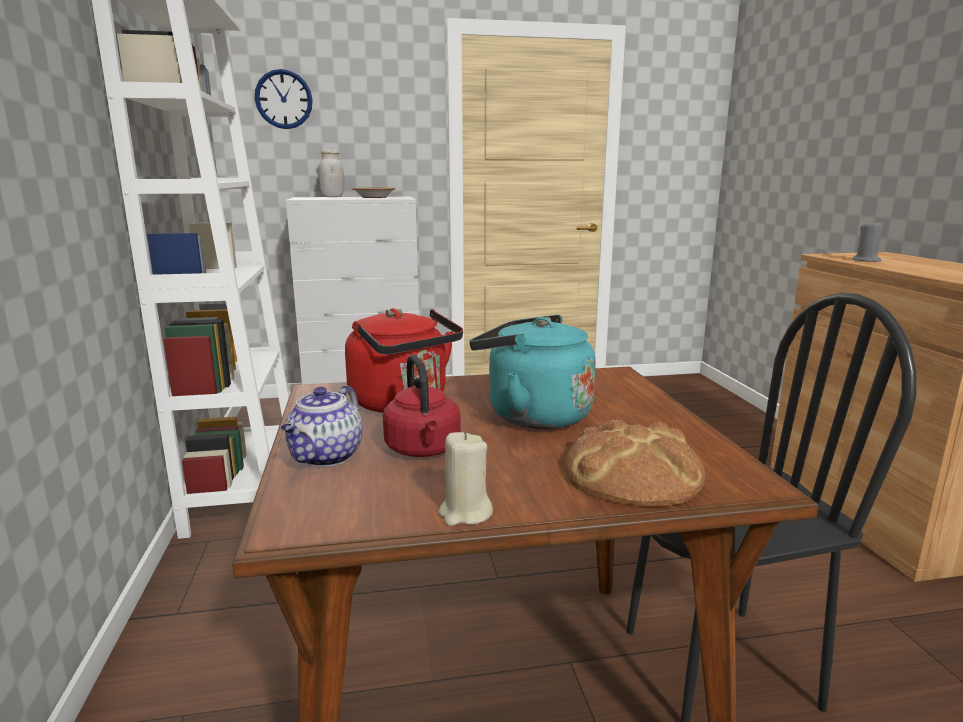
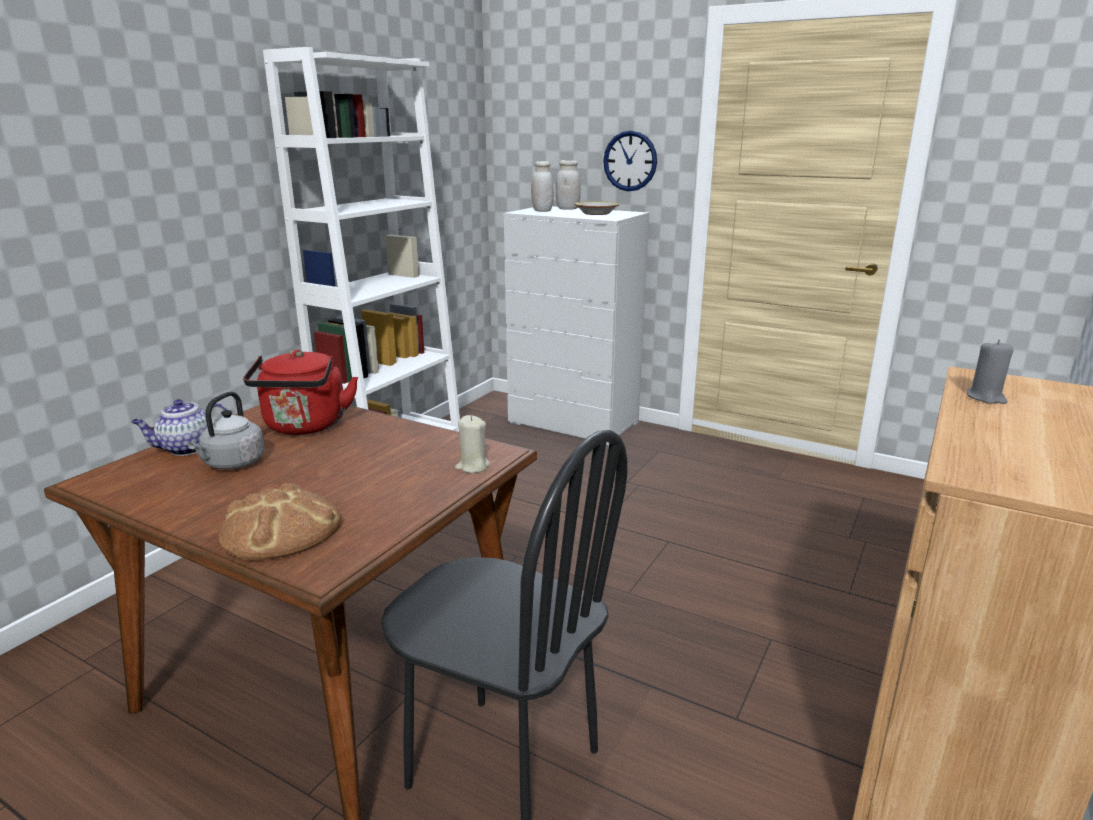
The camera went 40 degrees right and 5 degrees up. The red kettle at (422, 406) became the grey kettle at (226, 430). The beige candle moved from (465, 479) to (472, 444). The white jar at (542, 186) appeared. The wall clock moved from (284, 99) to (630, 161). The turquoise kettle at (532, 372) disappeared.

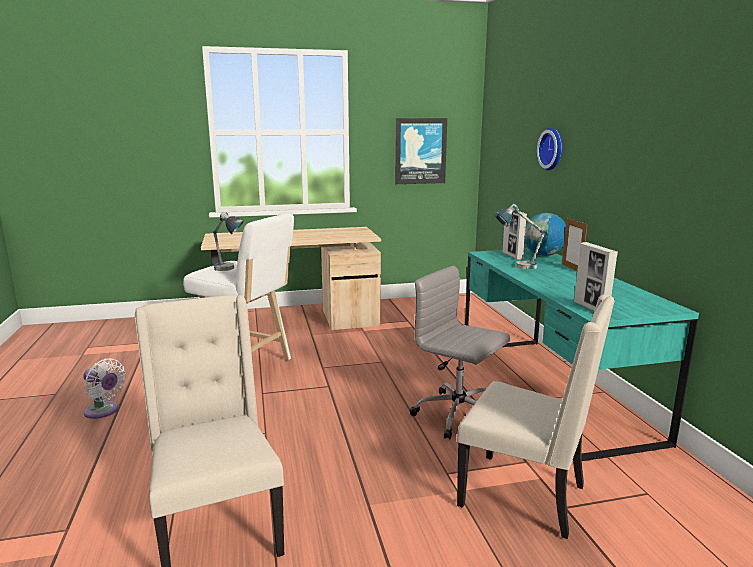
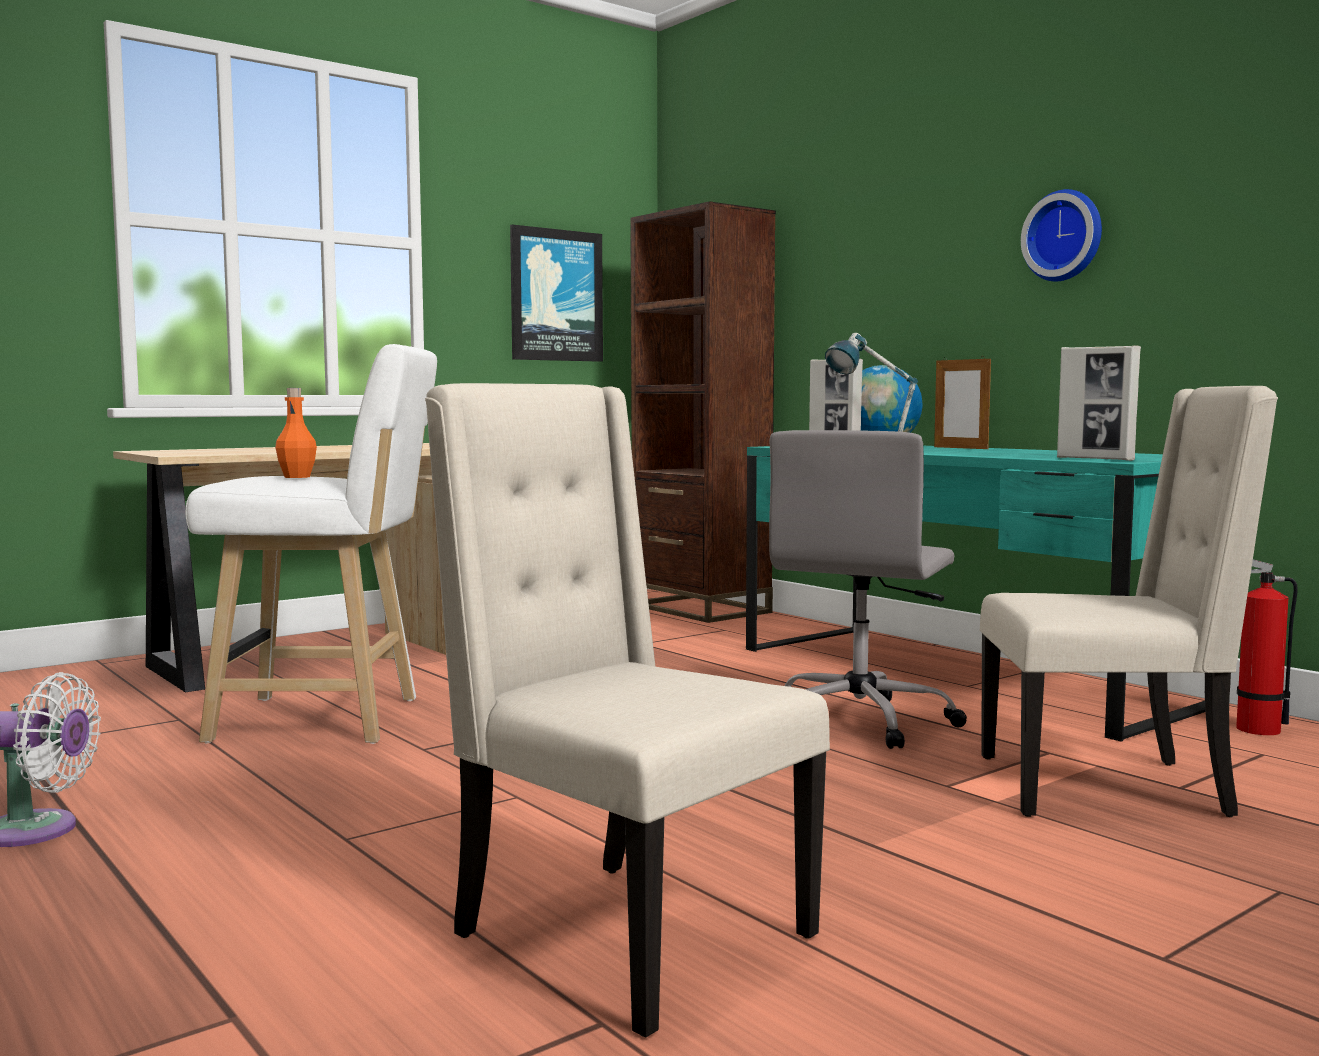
The camera went 25 degrees left and 10 degrees down. The table lamp at (228, 241) was replaced by the orange bottle at (296, 433). The brown bookcase at (703, 412) appeared. The grey office chair at (460, 352) turned 75 degrees counterclockwise. The wall clock moved from (550, 149) to (1061, 235). The fire extinguisher at (1267, 647) appeared.

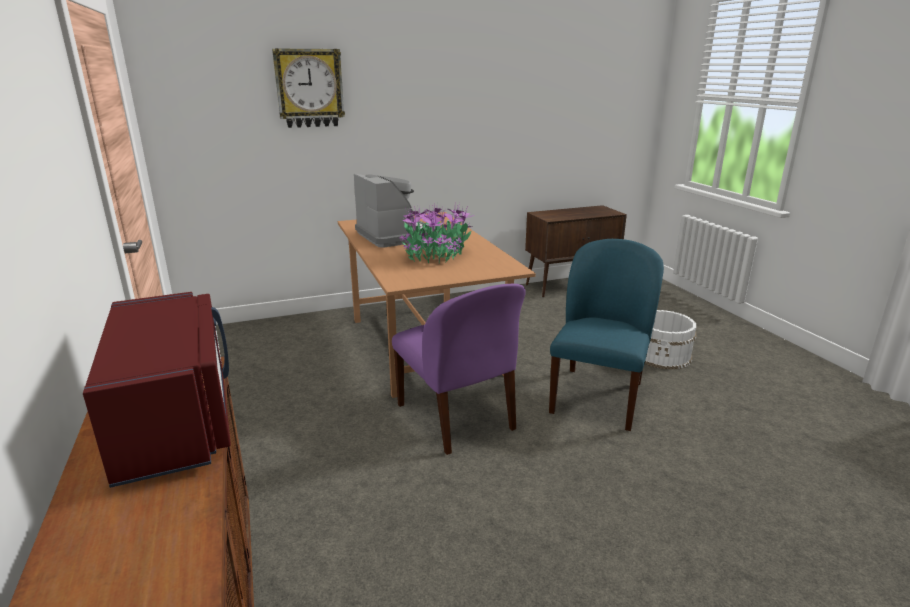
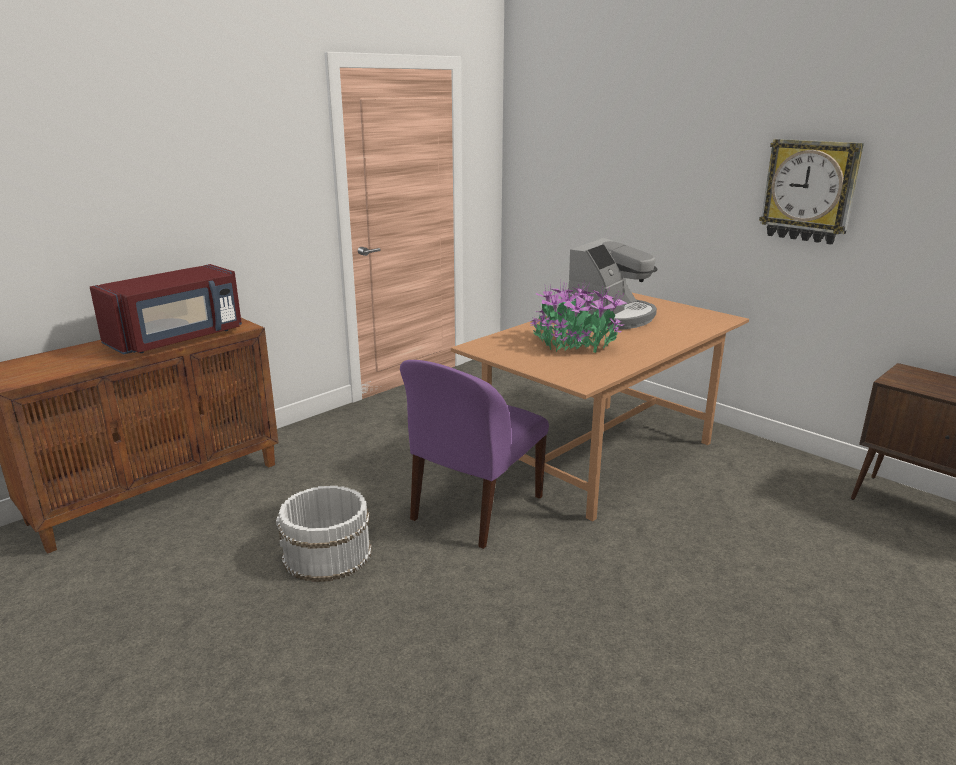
The camera went 65 degrees right and 0 degrees up. The white bucket moved from (670, 340) to (324, 534). The wall clock moved from (308, 88) to (811, 191). The blue chair at (606, 335) disappeared.

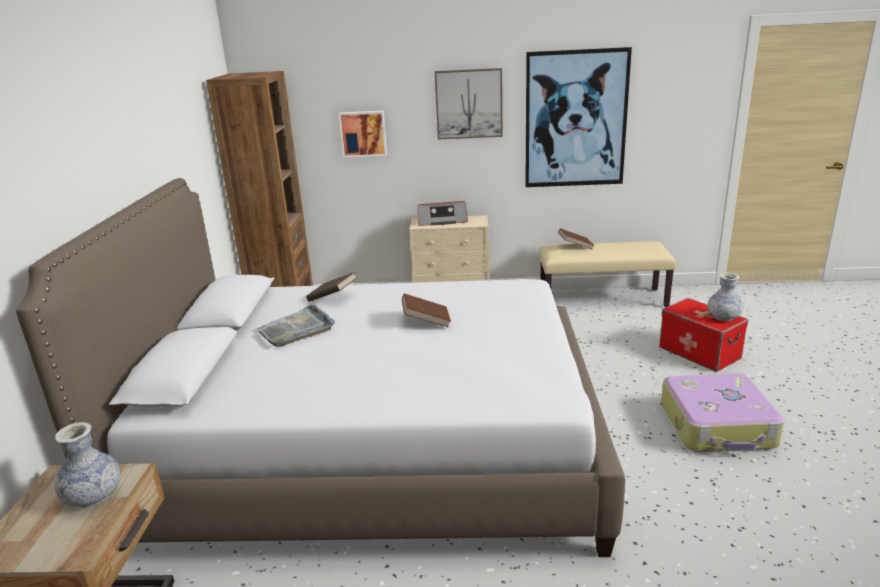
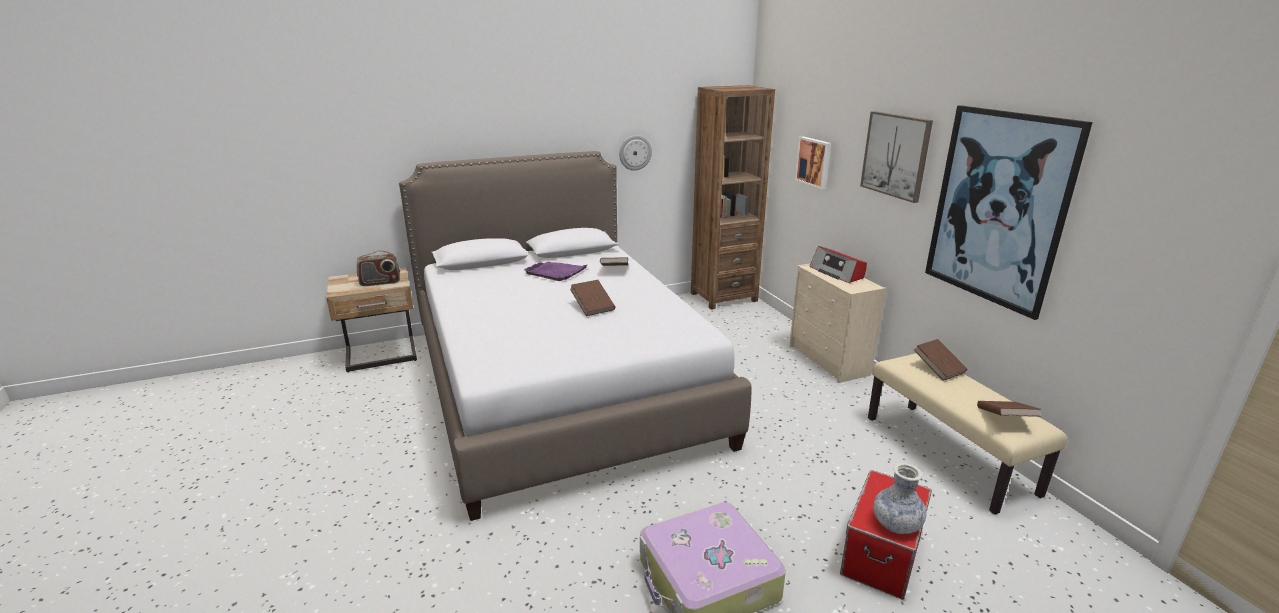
The camera went 65 degrees right and 0 degrees up. The vase at (87, 464) was replaced by the radio at (378, 268). The grey tray at (295, 325) became the purple tray at (555, 271). The wall clock at (635, 153) appeared. The brown book at (1009, 409) appeared.

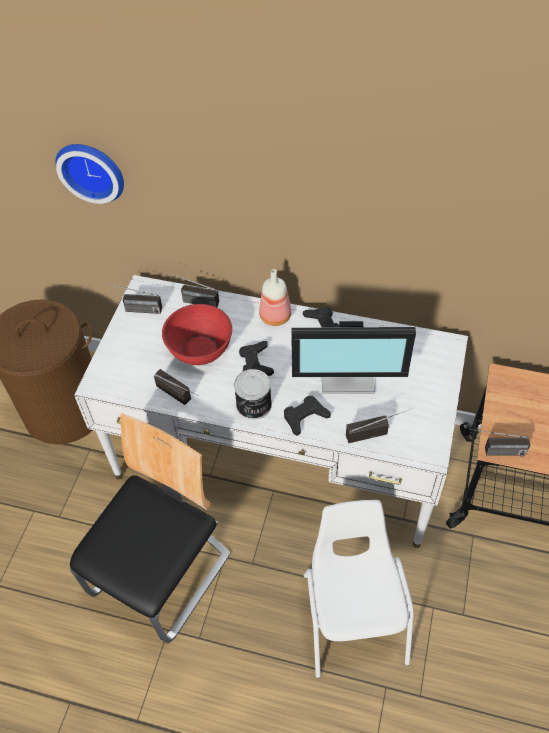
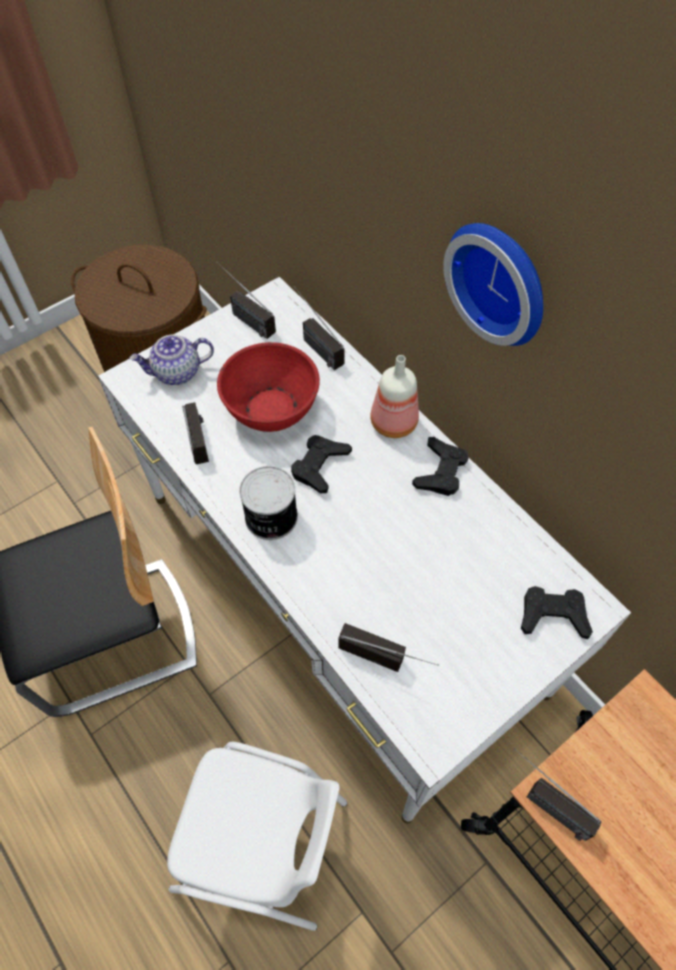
The camera went 35 degrees right and 5 degrees up. The teapot at (172, 360) appeared. The white chair at (358, 589) turned 75 degrees clockwise. The wall clock moved from (89, 174) to (493, 284). The black game controller moved from (307, 416) to (557, 612). The monitor at (353, 357) disappeared.

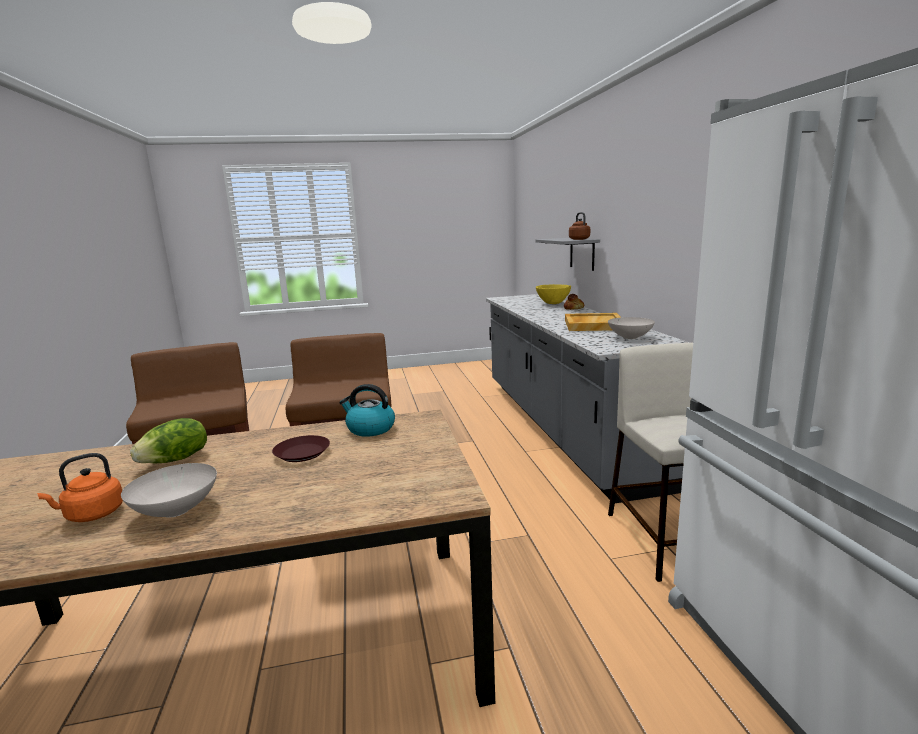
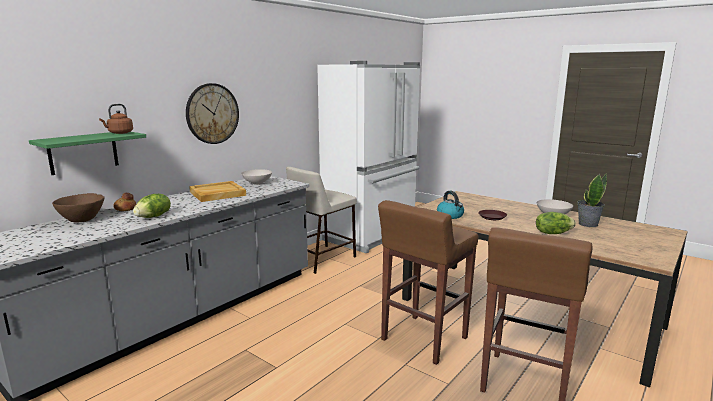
The camera went 130 degrees left and 0 degrees up. The grey shelf at (568, 254) became the green shelf at (87, 153). The yellow bowl at (553, 294) became the brown bowl at (78, 208). The lettuce at (152, 206) appeared. The wall clock at (212, 113) appeared. The orange kettle at (80, 487) was replaced by the potted plant at (592, 200).

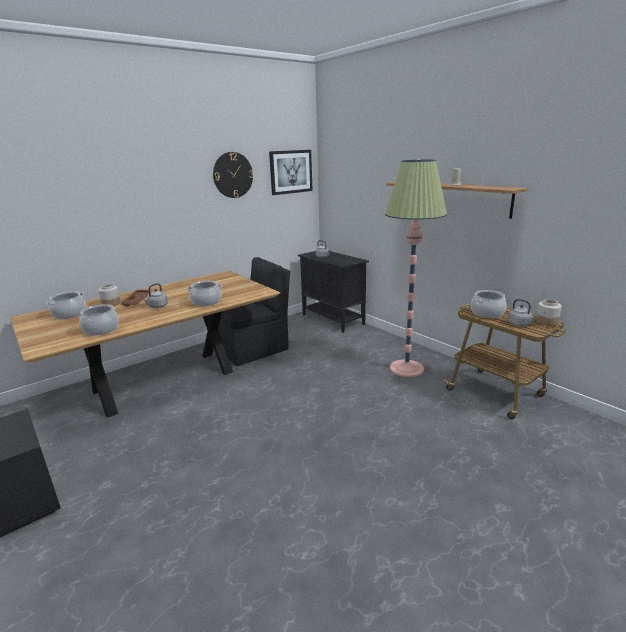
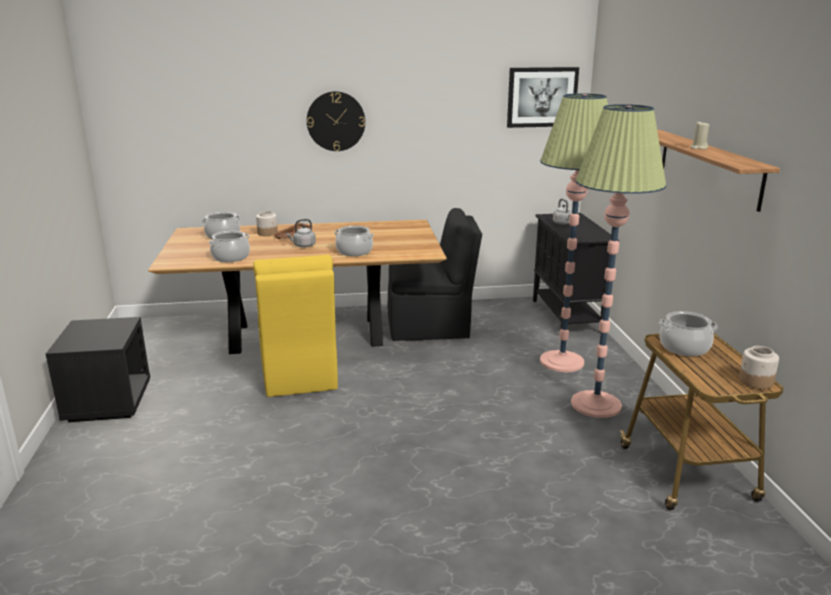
The camera went 30 degrees right and 0 degrees up. The yellow chair at (295, 326) appeared. The wall clock moved from (233, 175) to (336, 121). The floor lamp at (574, 232) appeared. The grey kettle at (523, 312) disappeared.

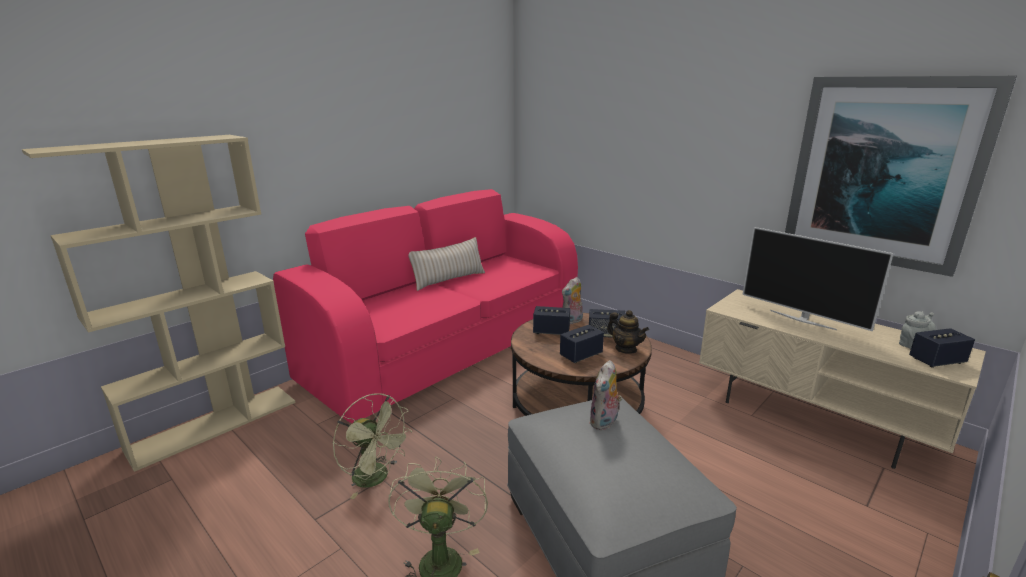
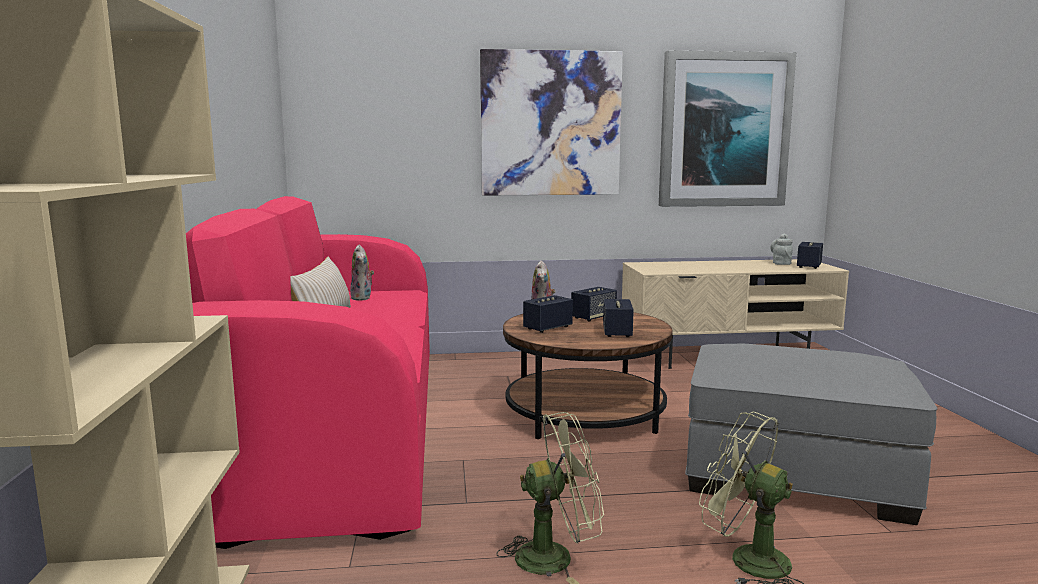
The camera went 50 degrees left and 10 degrees down. The plush toy moved from (605, 395) to (362, 273). The picture at (551, 122) appeared. The teapot at (628, 332) disappeared. The television at (818, 279) disappeared.

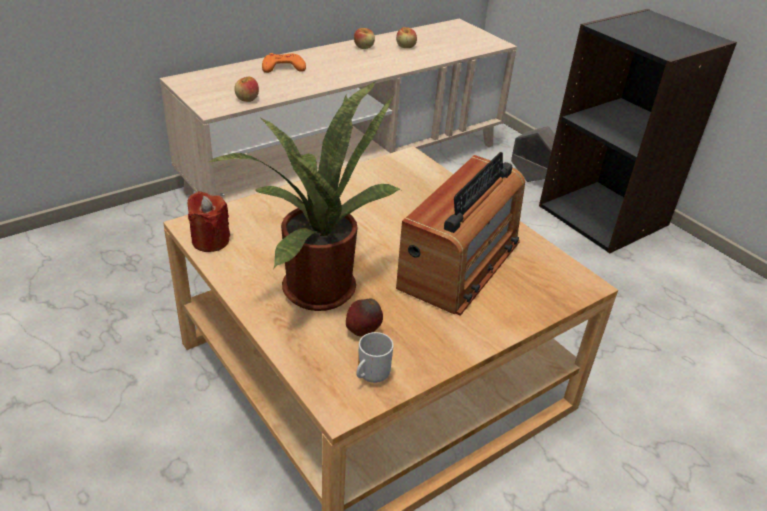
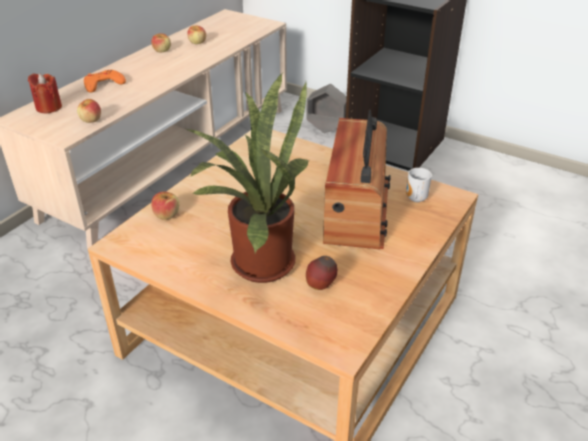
The camera went 20 degrees left and 0 degrees up. The red candle moved from (209, 221) to (45, 93). The apple at (165, 205) appeared. The mug moved from (374, 357) to (419, 185).

